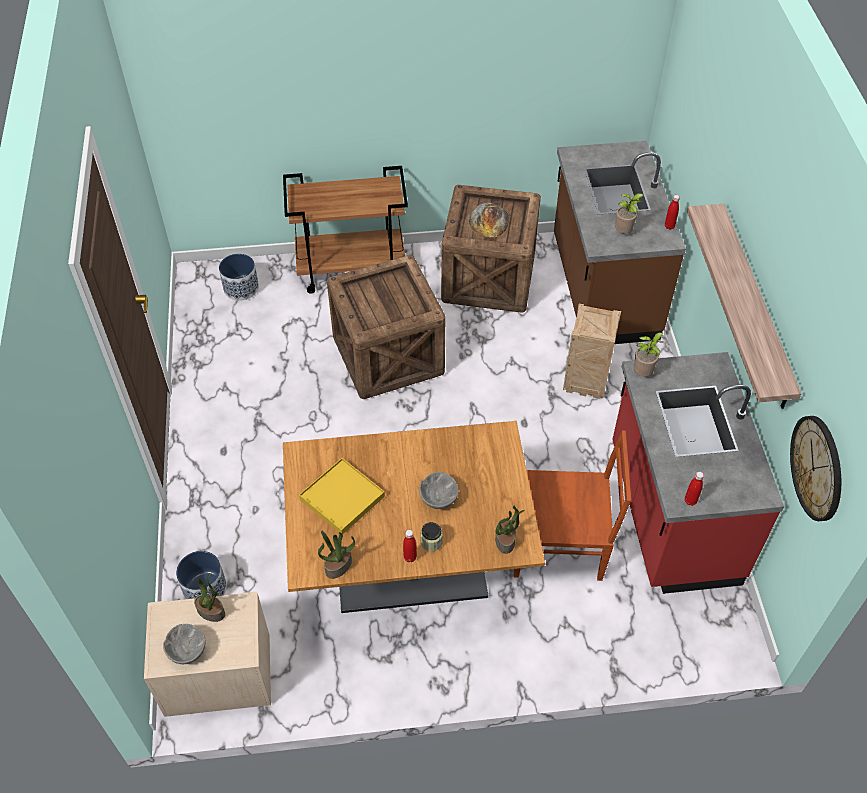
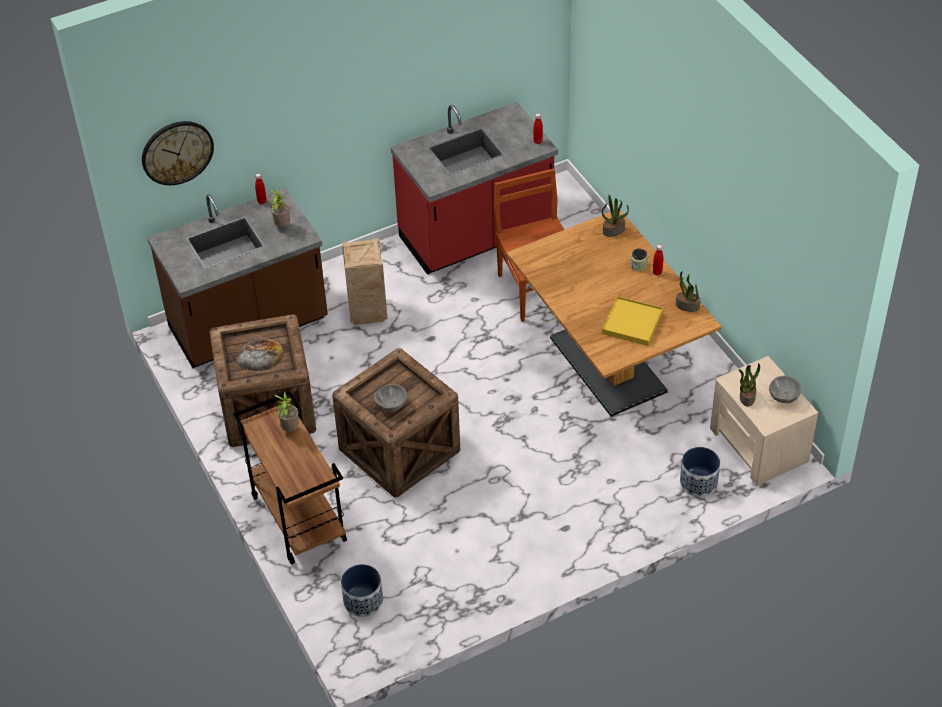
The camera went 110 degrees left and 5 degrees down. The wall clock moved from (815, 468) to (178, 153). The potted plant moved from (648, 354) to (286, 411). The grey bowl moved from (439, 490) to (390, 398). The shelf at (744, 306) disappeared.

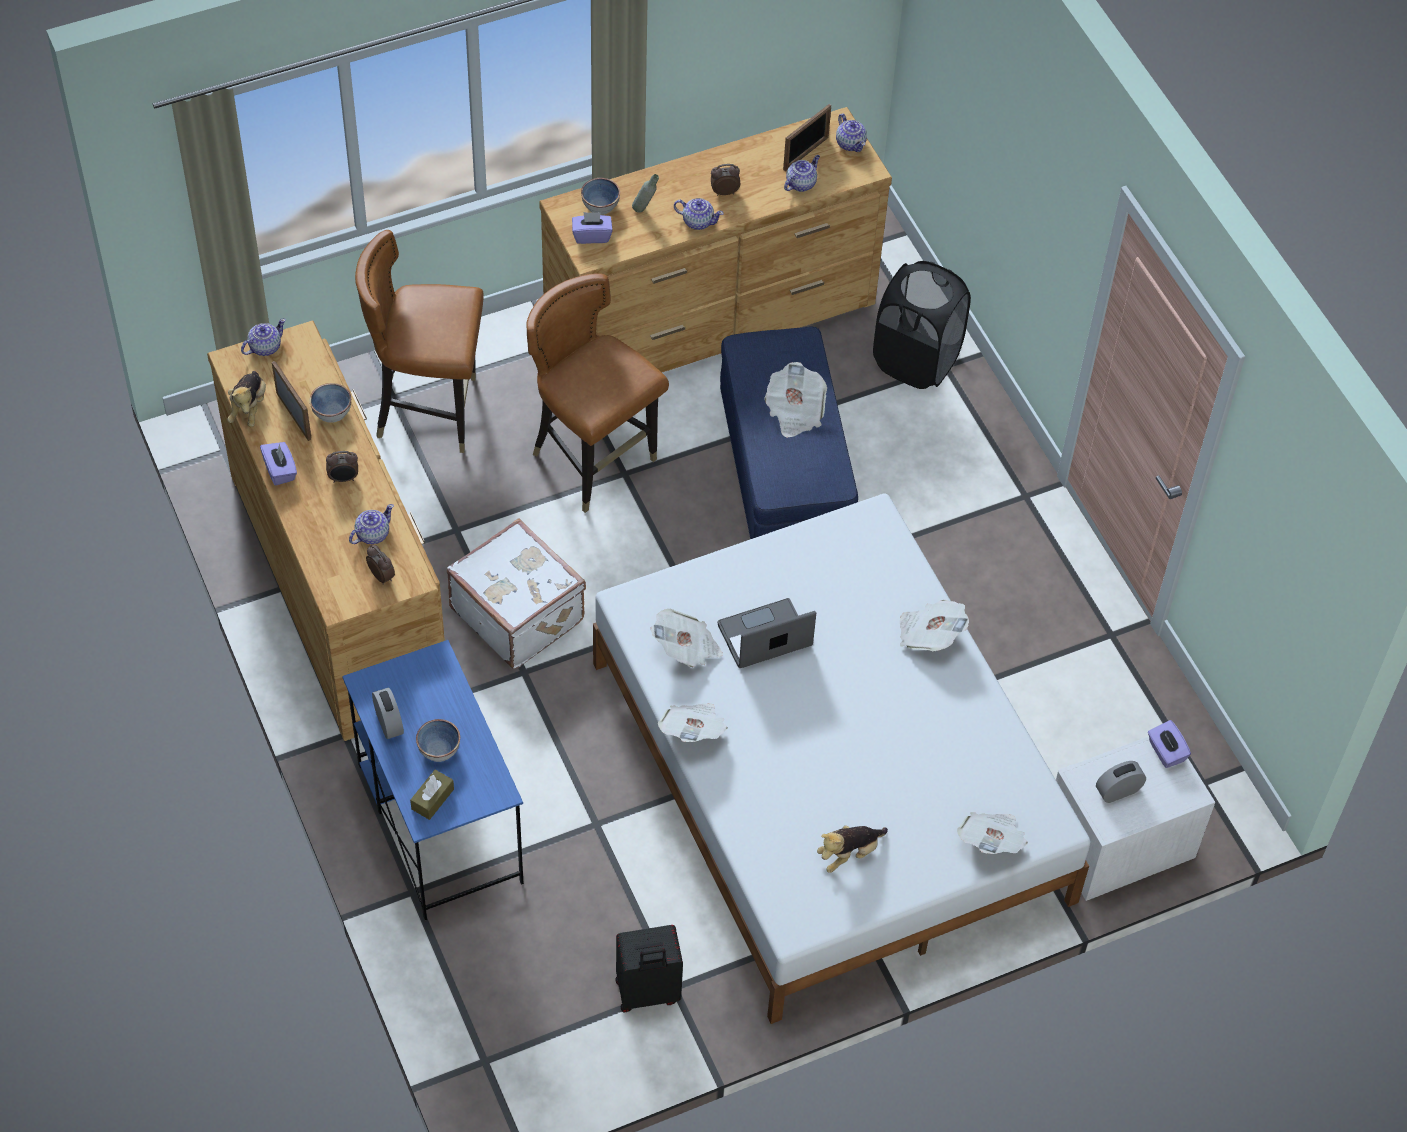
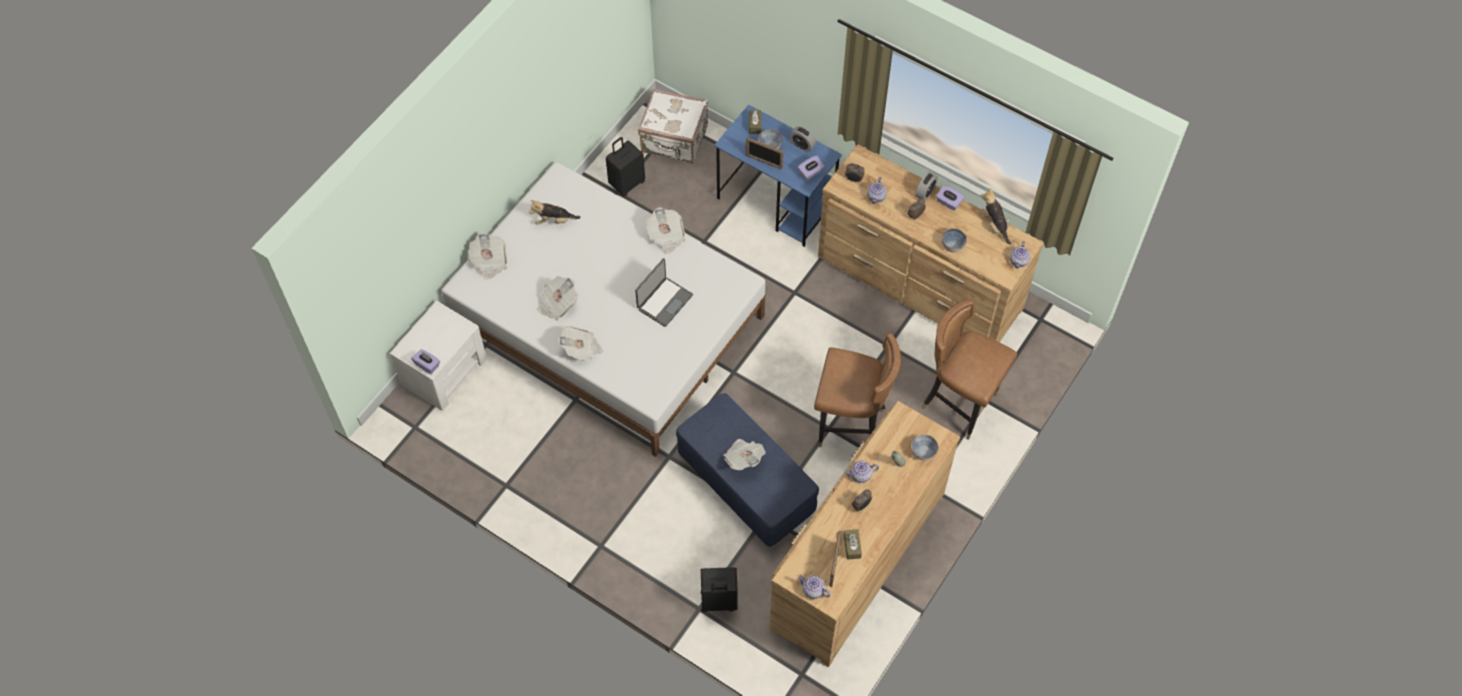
The camera went 150 degrees right and 5 degrees up. The plush toy at (852, 849) turned 120 degrees counterclockwise. The newspaper moved from (686, 638) to (557, 298). The white suitcase moved from (516, 593) to (673, 126). The black laundry basket at (922, 325) was replaced by the black suitcase at (719, 589). The picture frame moved from (291, 401) to (764, 153). The purple tissue box moved from (592, 228) to (811, 167). The brown tissue box at (853, 544) appeared. The alarm clock moved from (1121, 782) to (927, 186). The brown chair at (419, 341) turned 120 degrees counterclockwise. The teapot at (802, 173) disappeared.

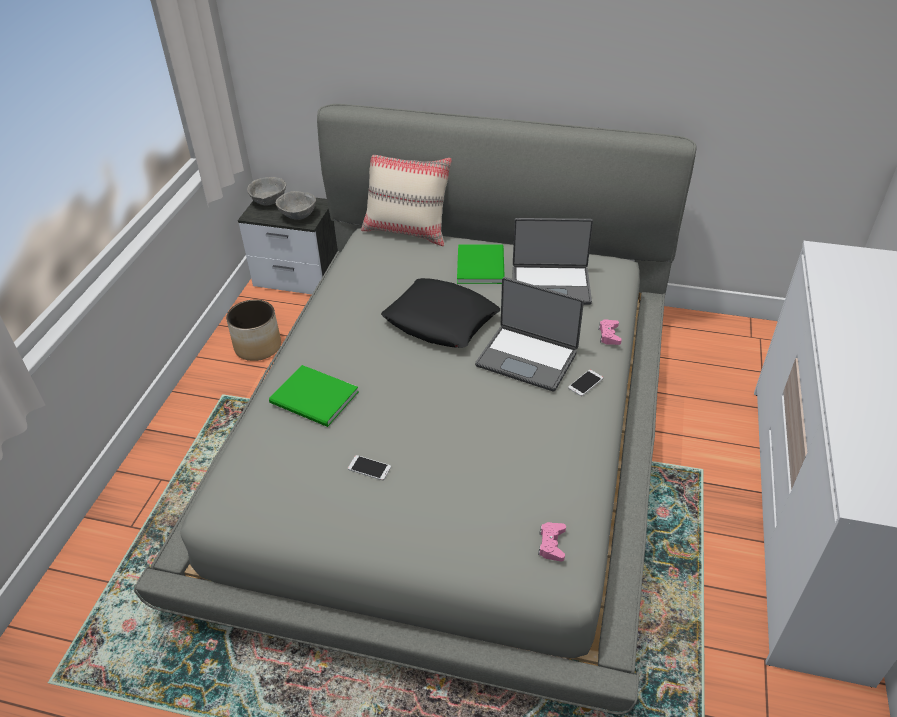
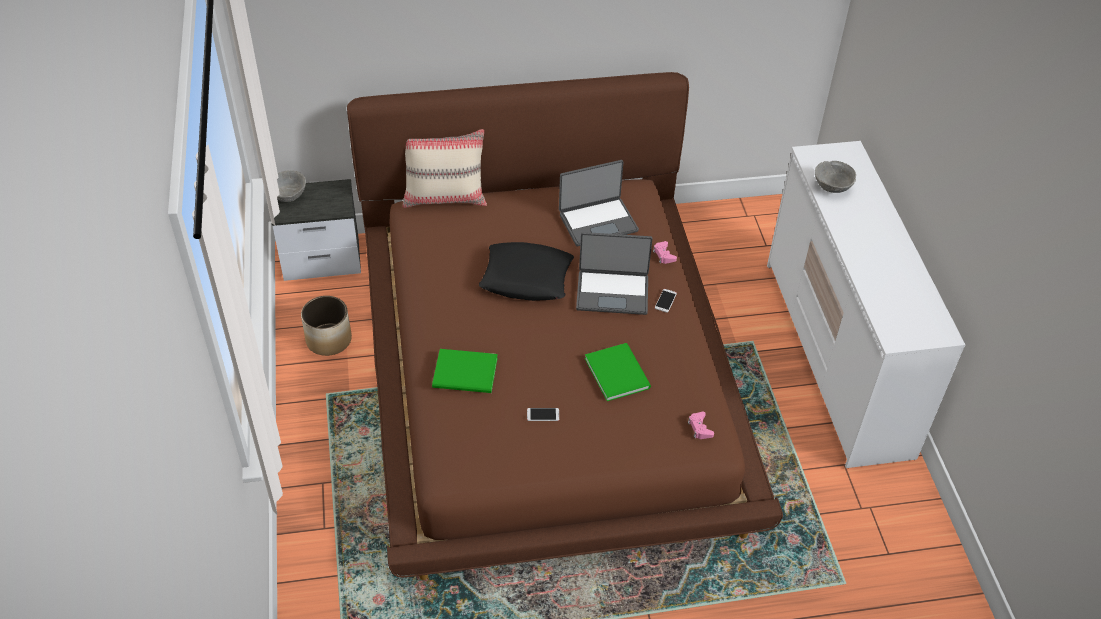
The camera went 25 degrees left and 5 degrees up. The grey bed at (415, 409) became the brown bed at (565, 326). The green book moved from (481, 264) to (618, 372). The grey bowl moved from (295, 205) to (835, 177).

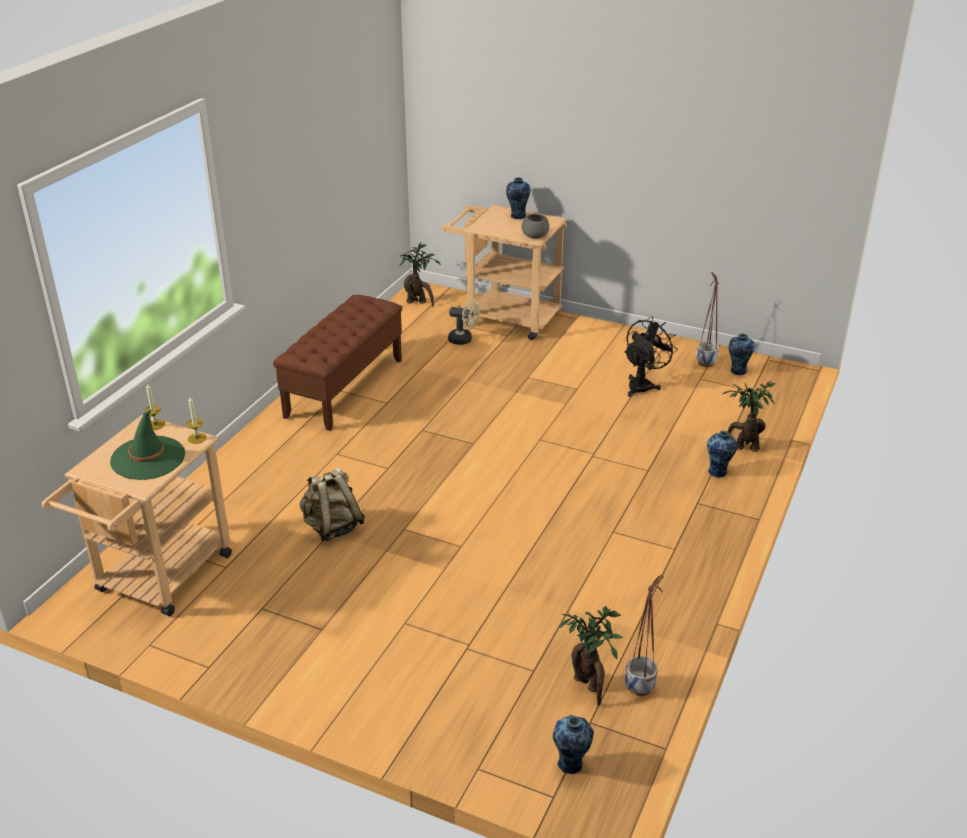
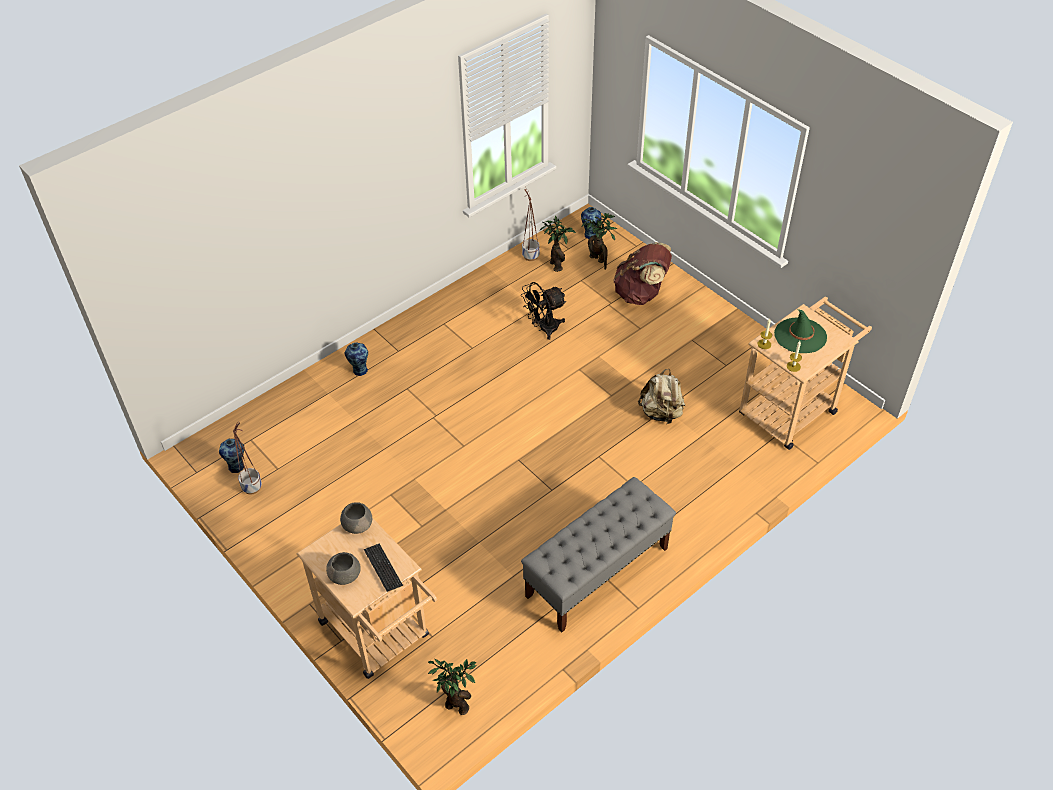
The camera went 155 degrees left and 15 degrees up. The vase at (518, 198) was replaced by the grey bowl at (343, 568). The keyboard at (383, 568) appeared. The black fan moved from (651, 356) to (544, 311). The brown bench at (337, 363) became the grey bench at (598, 555). The potted plant moved from (748, 416) to (599, 241). The brown backpack at (642, 273) appeared. The beige fan at (463, 322) disappeared.

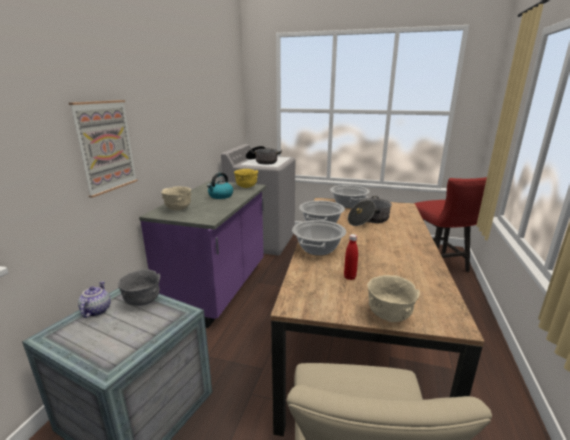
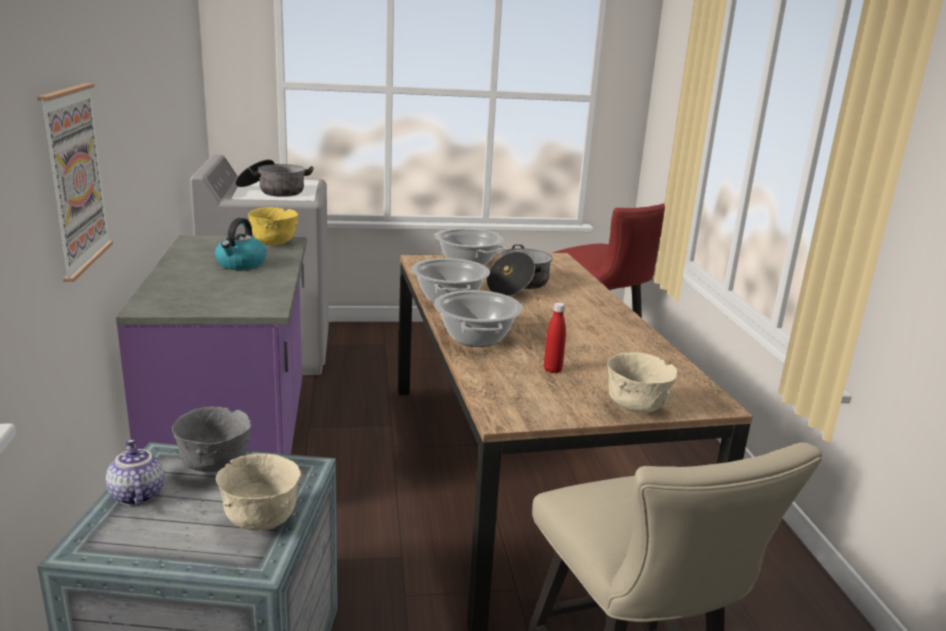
The camera went 25 degrees left and 0 degrees up. The beige bowl moved from (176, 198) to (258, 492).

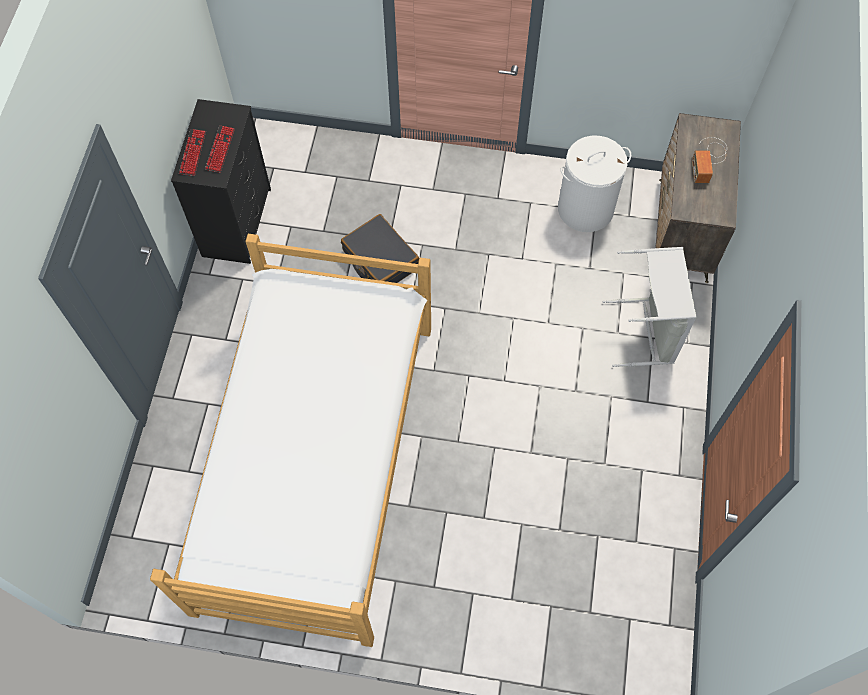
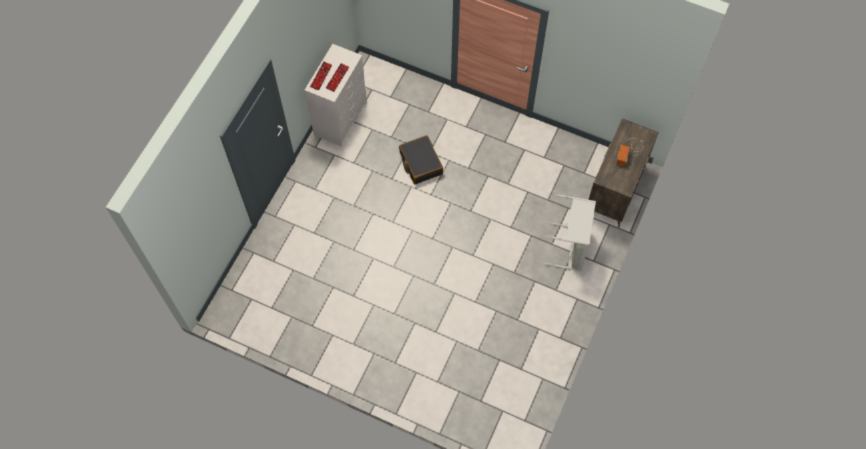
The camera went 15 degrees right and 0 degrees up. The black dresser at (221, 181) became the white dresser at (335, 95). The bed at (290, 440) disappeared. The white laundry basket at (594, 184) disappeared.

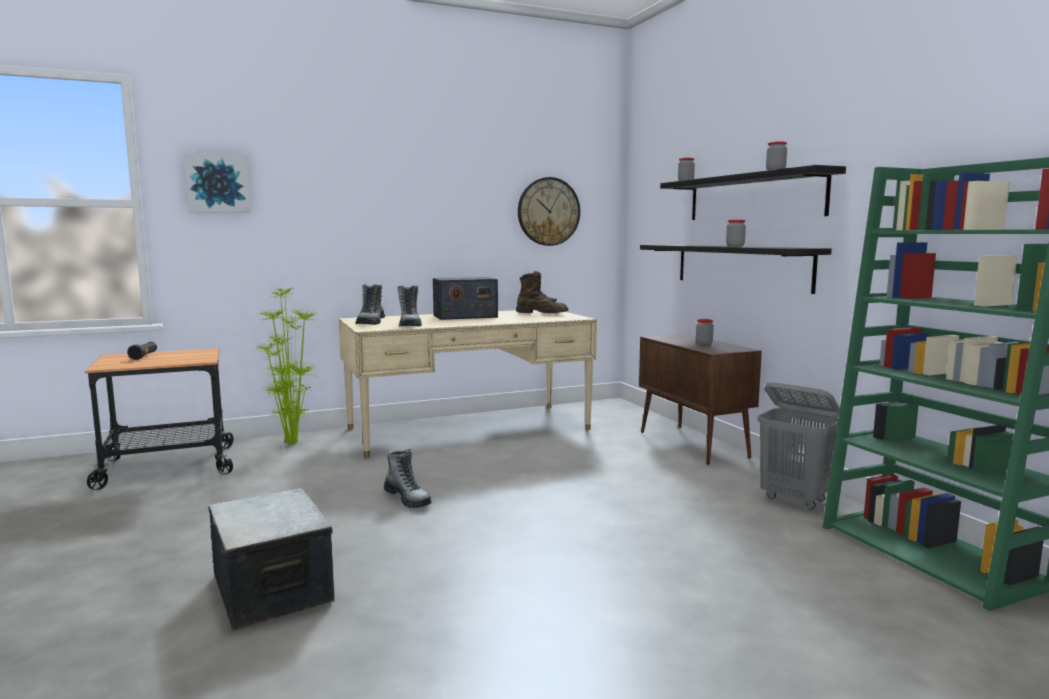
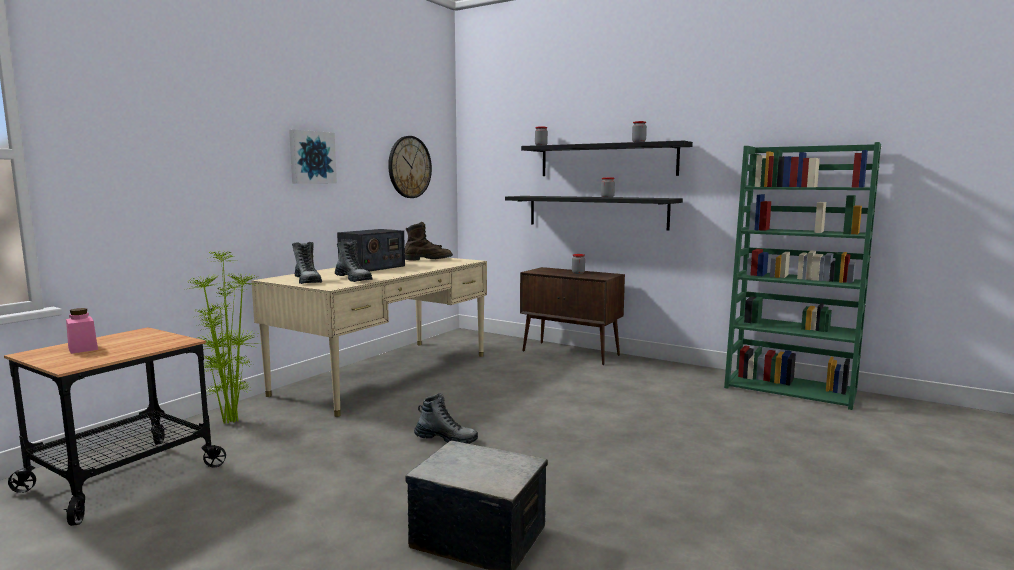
The camera went 35 degrees left and 0 degrees up. The black flashlight at (142, 351) was replaced by the pink jar at (82, 331). The picture moved from (217, 182) to (313, 156). The grey laundry basket at (799, 445) disappeared.

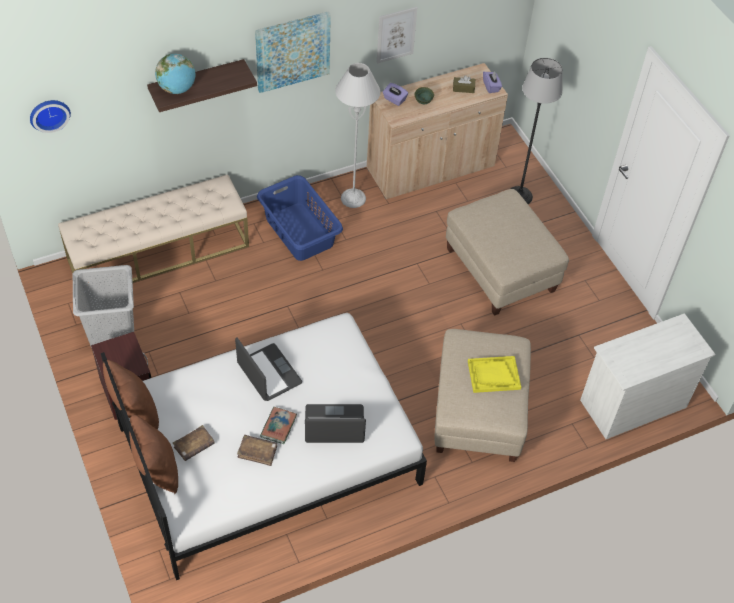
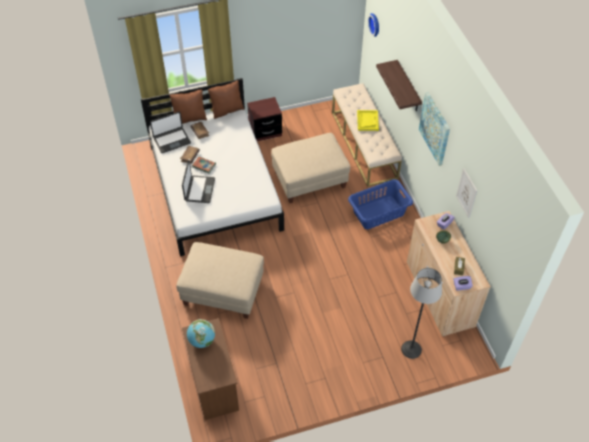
The camera went 100 degrees right and 0 degrees up. The laptop moved from (268, 369) to (170, 132). The white dresser at (647, 376) became the brown dresser at (210, 369). The globe moved from (175, 74) to (201, 333). The beige ottoman moved from (507, 252) to (310, 168). The yellow tray moved from (494, 374) to (368, 120). The grey laundry basket at (103, 306) disappeared. The grey floor lamp at (357, 135) disappeared.

